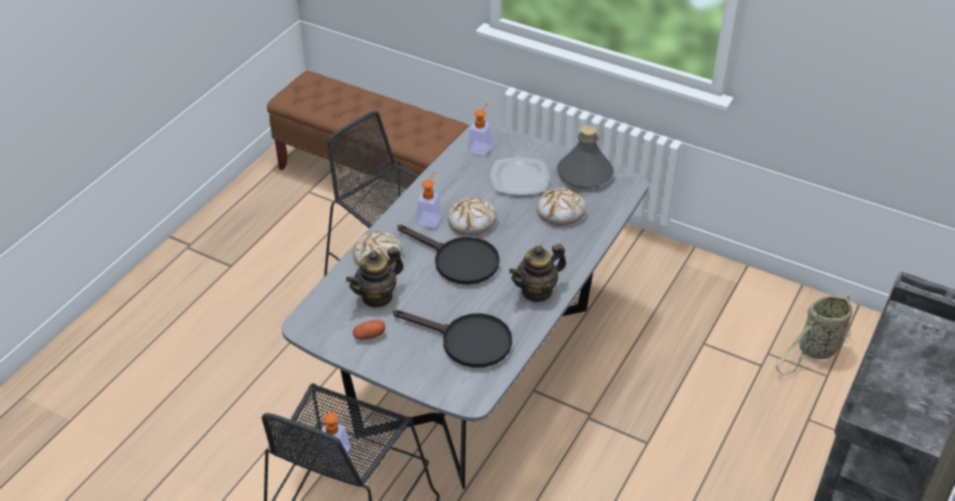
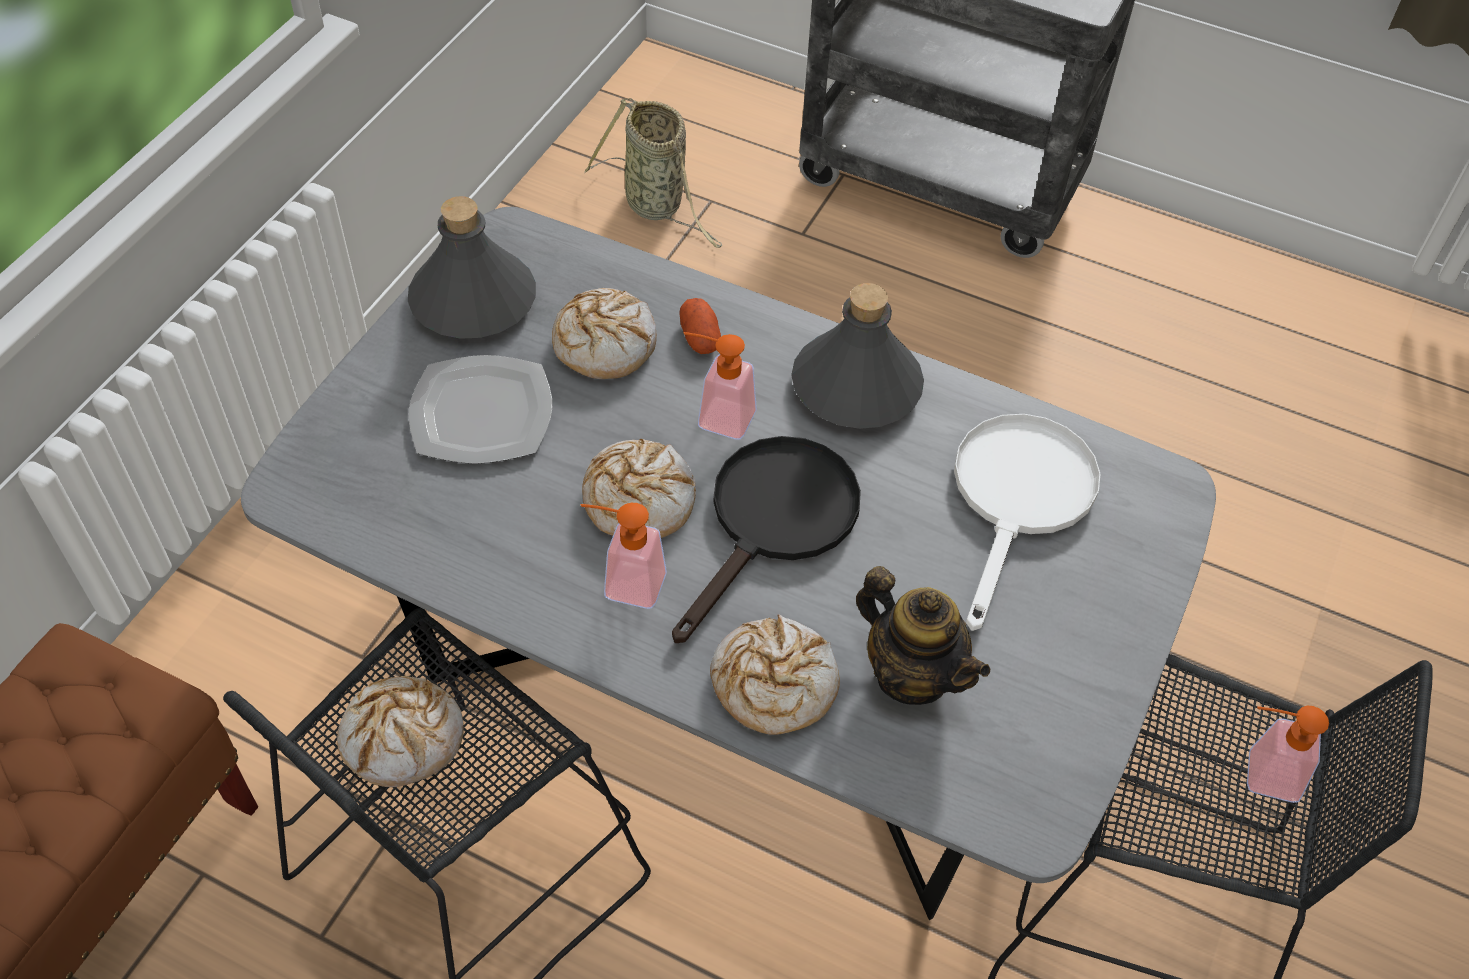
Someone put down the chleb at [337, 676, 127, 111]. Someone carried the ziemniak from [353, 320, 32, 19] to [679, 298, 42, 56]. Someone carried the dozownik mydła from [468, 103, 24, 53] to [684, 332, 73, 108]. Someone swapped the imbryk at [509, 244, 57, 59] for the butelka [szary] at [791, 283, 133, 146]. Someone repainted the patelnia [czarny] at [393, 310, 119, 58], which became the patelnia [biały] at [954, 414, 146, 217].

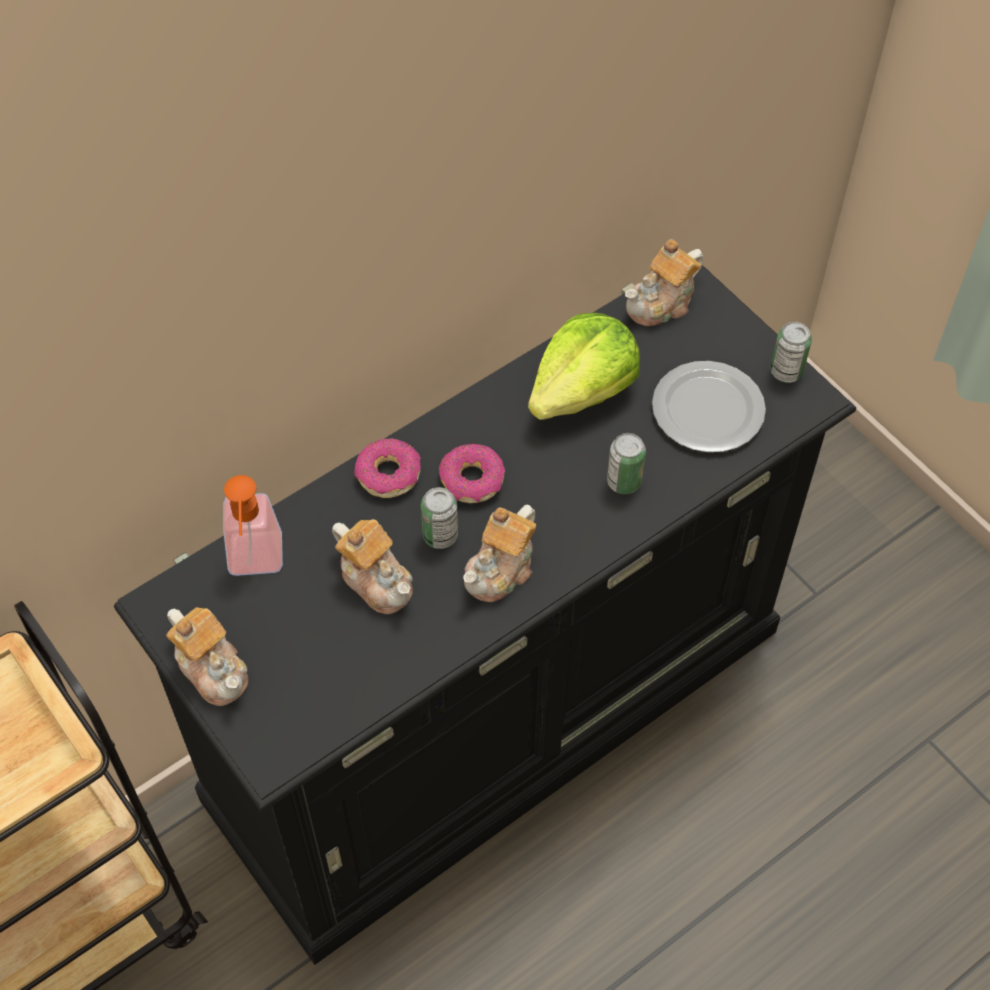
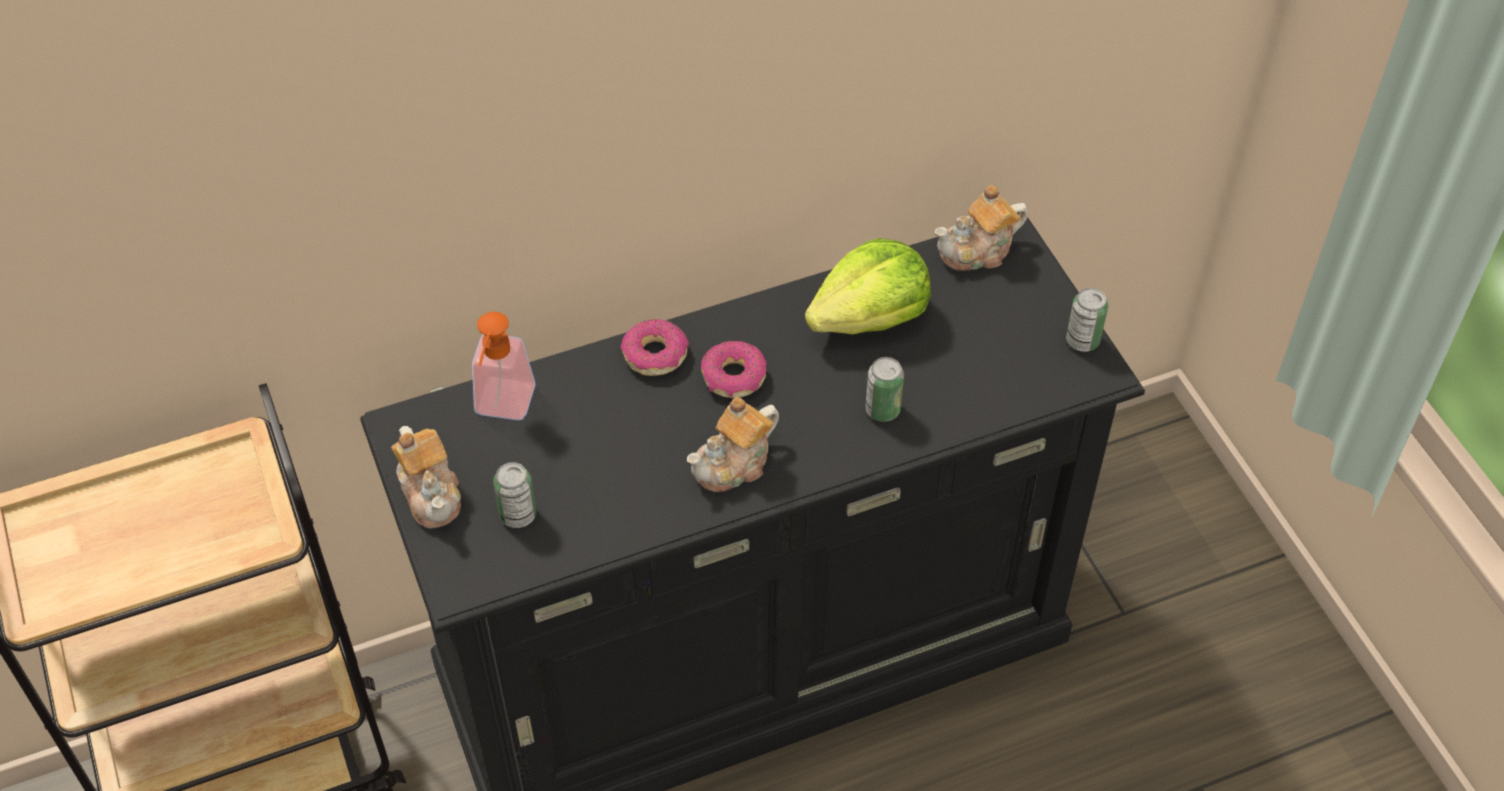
Someone took away the imbryk at [332, 519, 81, 95]. Someone took away the talerz at [652, 361, 114, 92]. Someone carried the puszka from [421, 487, 37, 62] to [493, 462, 43, 66].

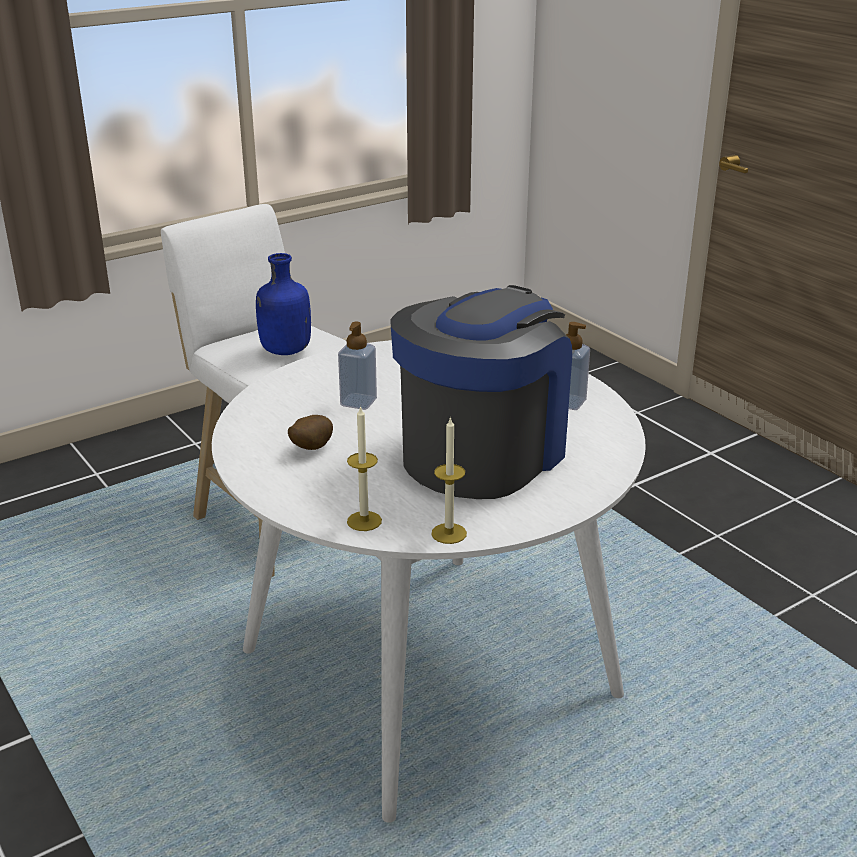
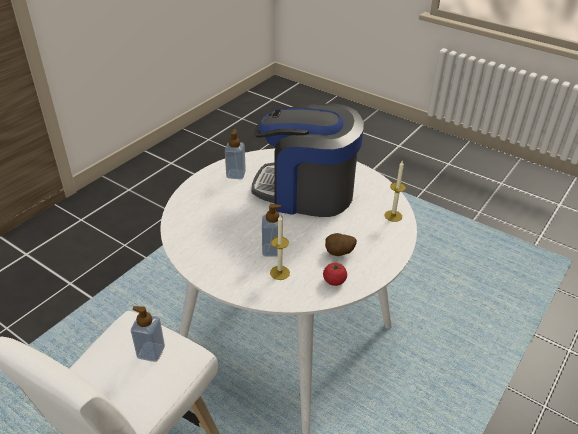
Someone put down the pomidor at [323, 263, 24, 23]. Someone carried the świeca from [431, 416, 36, 128] to [270, 215, 20, 65]. Someone swapped the butelka [niebieski] at [256, 253, 55, 102] for the dozownik mydła at [131, 306, 34, 56].

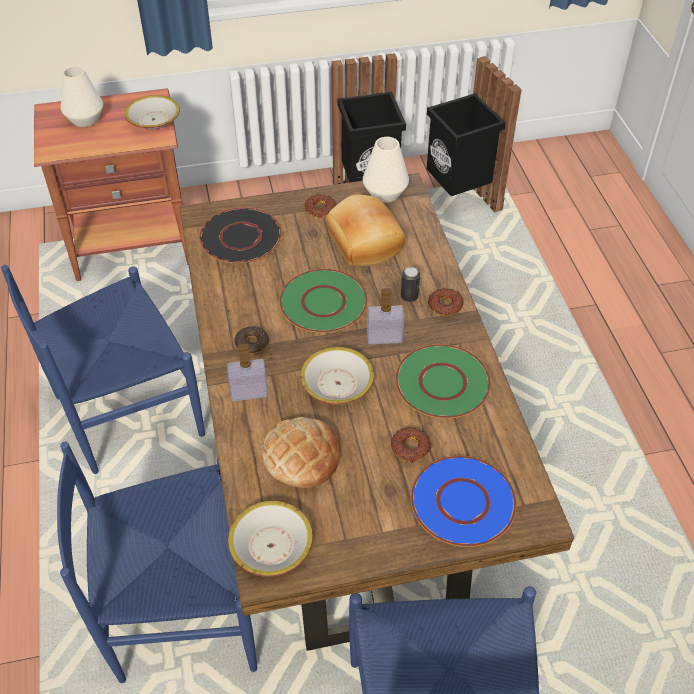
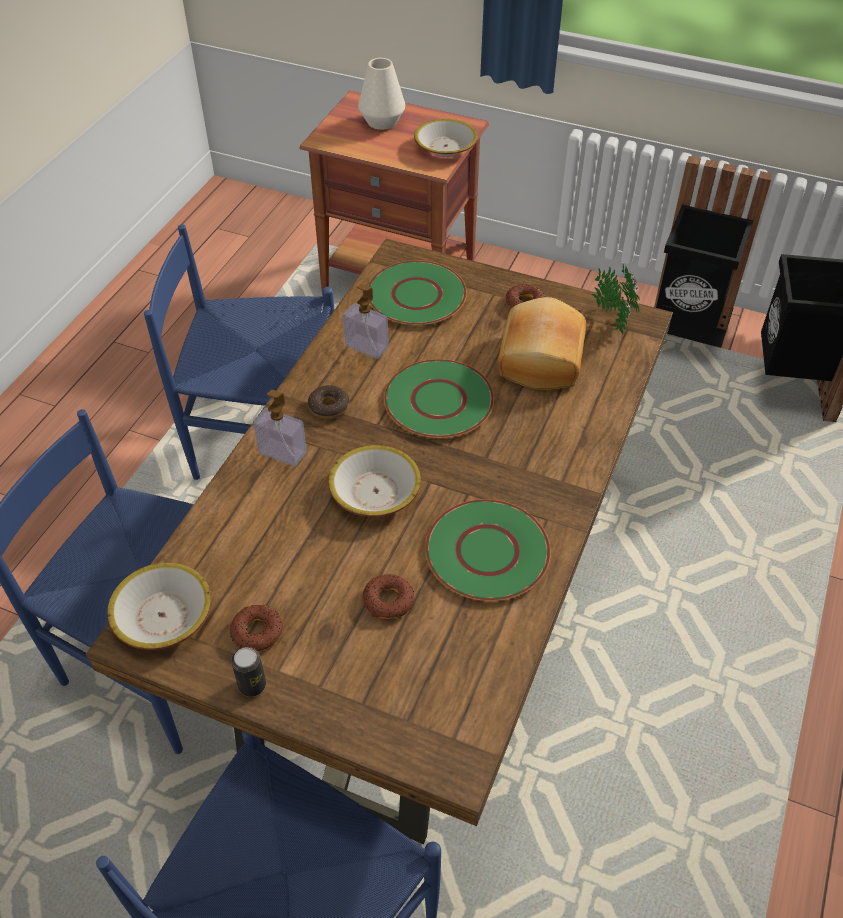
Someone took away the chleb at [262, 417, 79, 71]. Someone took away the talerz [niebieski] at [410, 456, 107, 91]. Someone carried the dozownik mydła from [367, 288, 37, 56] to [343, 284, 46, 75]. Someone carried the puszka from [401, 267, 19, 35] to [231, 647, 35, 50]. Someone carried the donut from [428, 288, 35, 28] to [230, 605, 53, 46]. Someone swapped the wazon [biały] at [363, 137, 46, 66] for the roślina doniczkowa at [591, 263, 49, 72]. Someone repainted the talerz [czarny] at [199, 207, 83, 57], which became the talerz [zielony] at [368, 260, 99, 66].

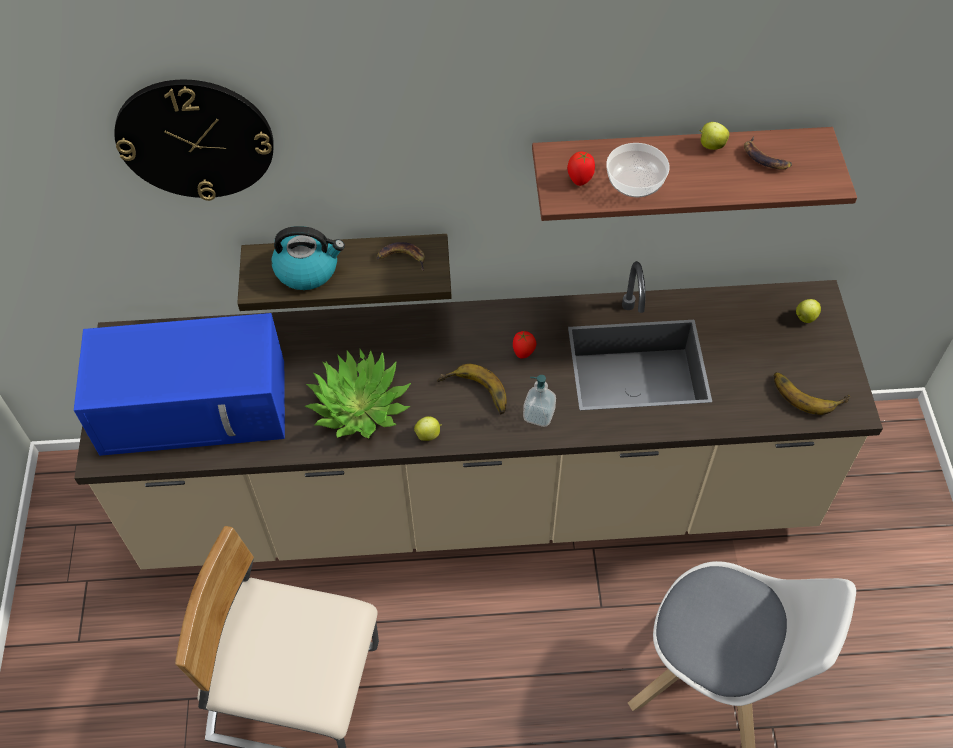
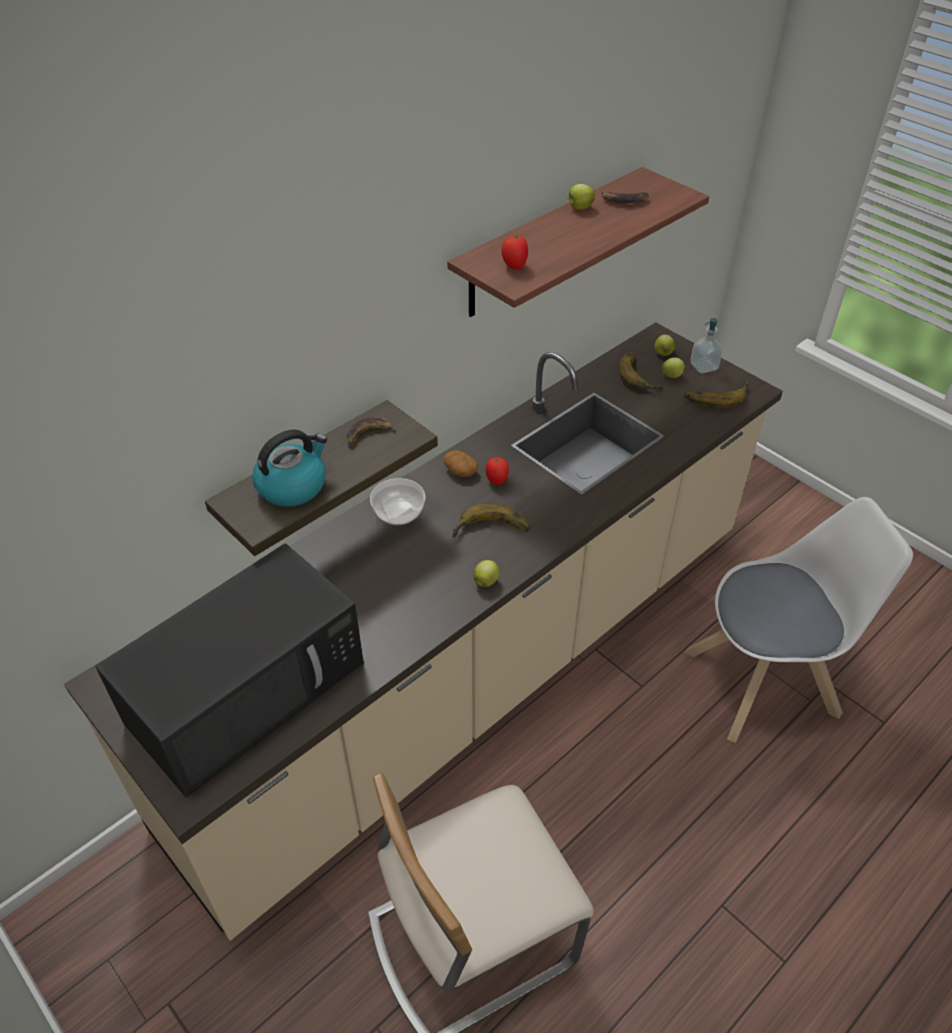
Someone took away the zegar ścienny at [114, 80, 160, 121]. Someone took away the roślina doniczkowa at [304, 349, 107, 89]. Someone put down the ziemniak at [443, 450, 35, 27]. Someone put down the banan at [618, 352, 46, 40]. Someone put down the jabłko at [662, 357, 23, 21]. Someone carried the dozownik mydła from [523, 375, 33, 52] to [690, 318, 32, 55]. Someone carried the miska from [606, 143, 64, 54] to [370, 478, 55, 47]. Someone repainted the mikrofalówka [niebieski] at [74, 313, 211, 143], which became the mikrofalówka [czarny] at [95, 543, 269, 255].

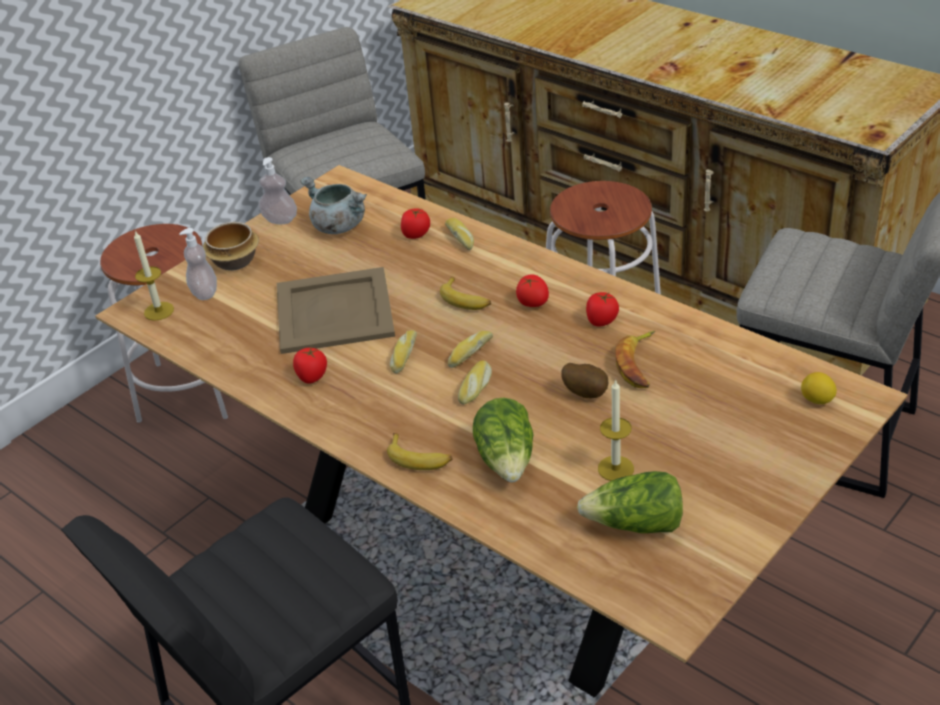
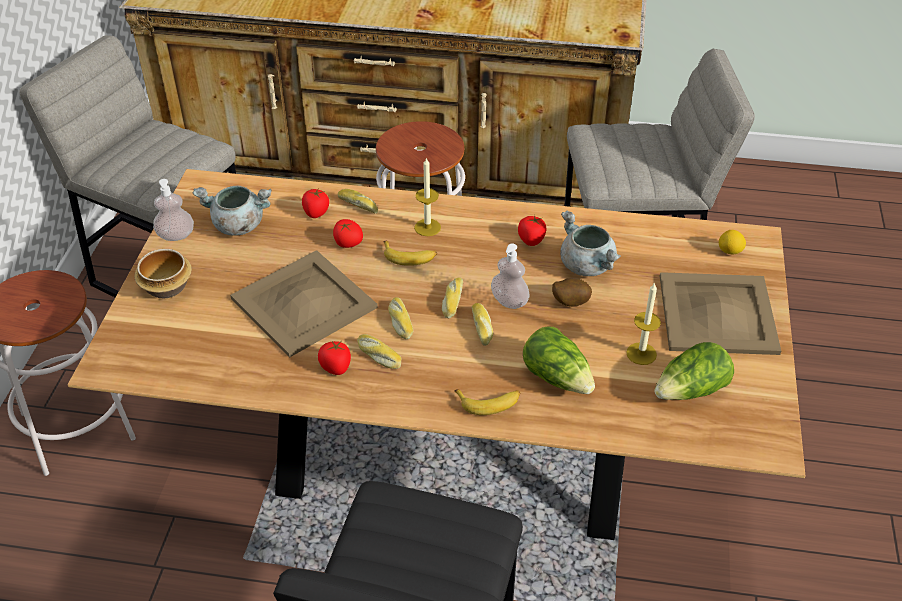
Someone put down the chleb at [357, 334, 45, 35]. Someone put down the taca [beżowy] at [660, 272, 121, 83]. Someone carried the świeca from [134, 230, 40, 91] to [414, 157, 27, 79]. Someone carried the dozownik mydła from [179, 228, 38, 72] to [491, 244, 38, 65]. Someone carried the pomidor from [516, 274, 33, 33] to [333, 219, 30, 29]. Someone swapped the banan at [615, 331, 40, 57] for the garnek [szary] at [560, 211, 61, 65].

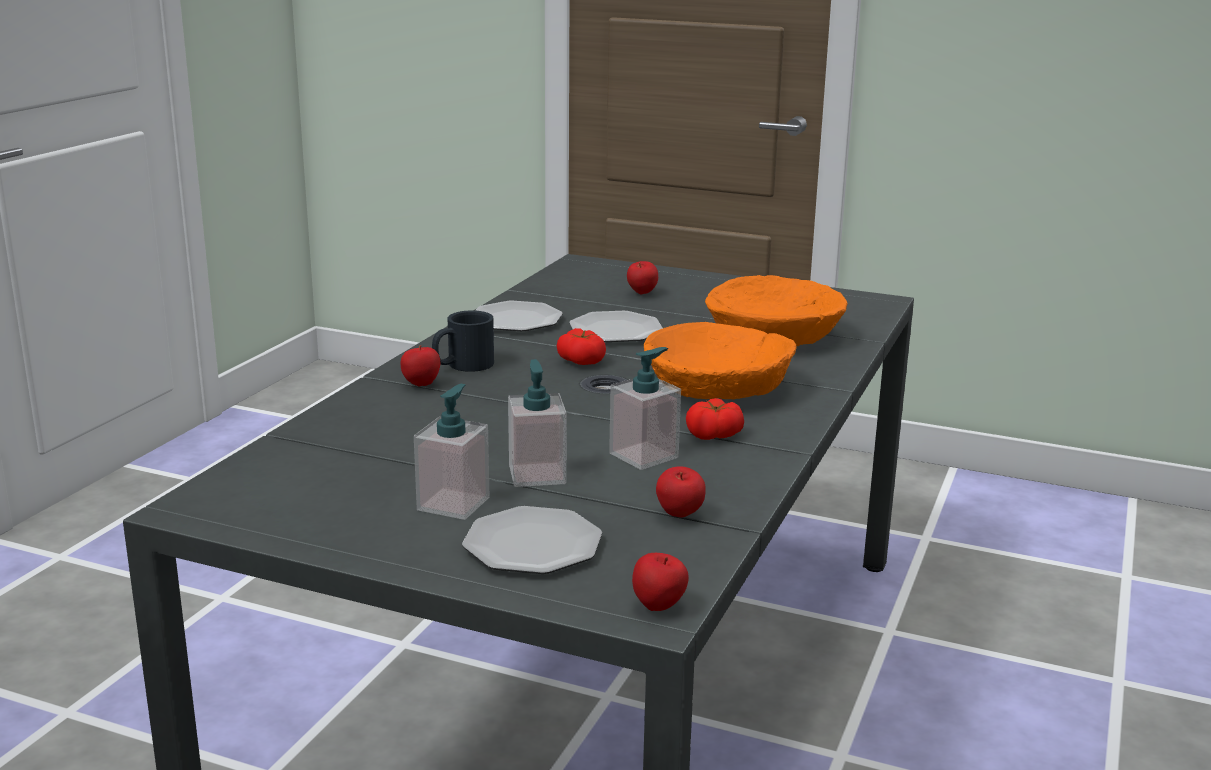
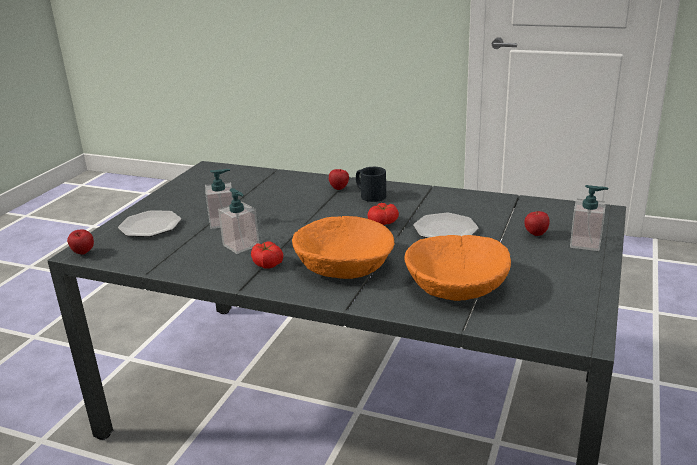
Someone took away the talerz at [475, 301, 88, 30]. Someone took away the jabłko at [656, 466, 50, 52]. Someone carried the dozownik mydła from [414, 384, 75, 136] to [570, 185, 39, 66].

